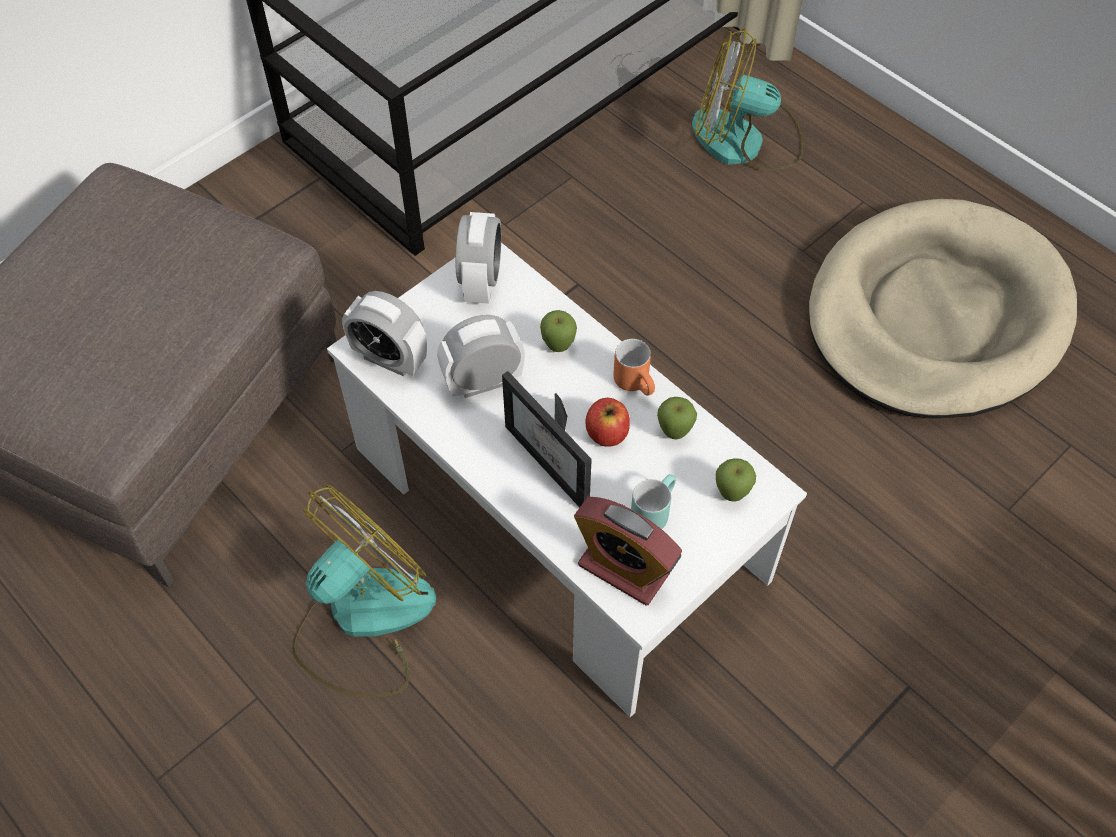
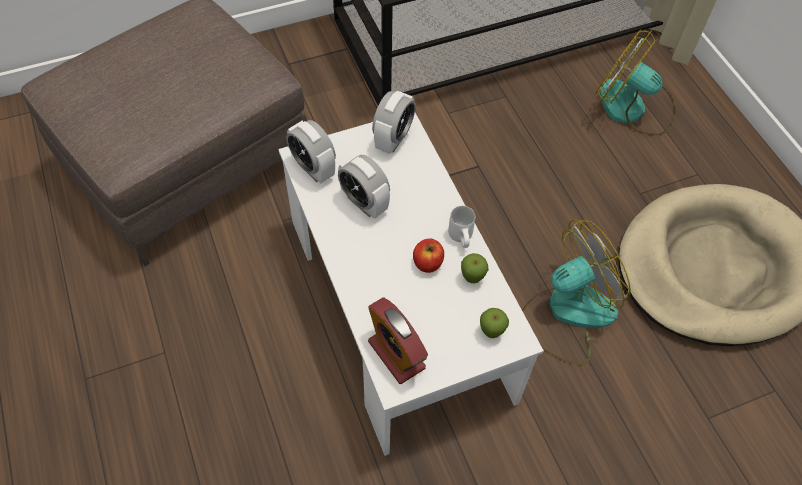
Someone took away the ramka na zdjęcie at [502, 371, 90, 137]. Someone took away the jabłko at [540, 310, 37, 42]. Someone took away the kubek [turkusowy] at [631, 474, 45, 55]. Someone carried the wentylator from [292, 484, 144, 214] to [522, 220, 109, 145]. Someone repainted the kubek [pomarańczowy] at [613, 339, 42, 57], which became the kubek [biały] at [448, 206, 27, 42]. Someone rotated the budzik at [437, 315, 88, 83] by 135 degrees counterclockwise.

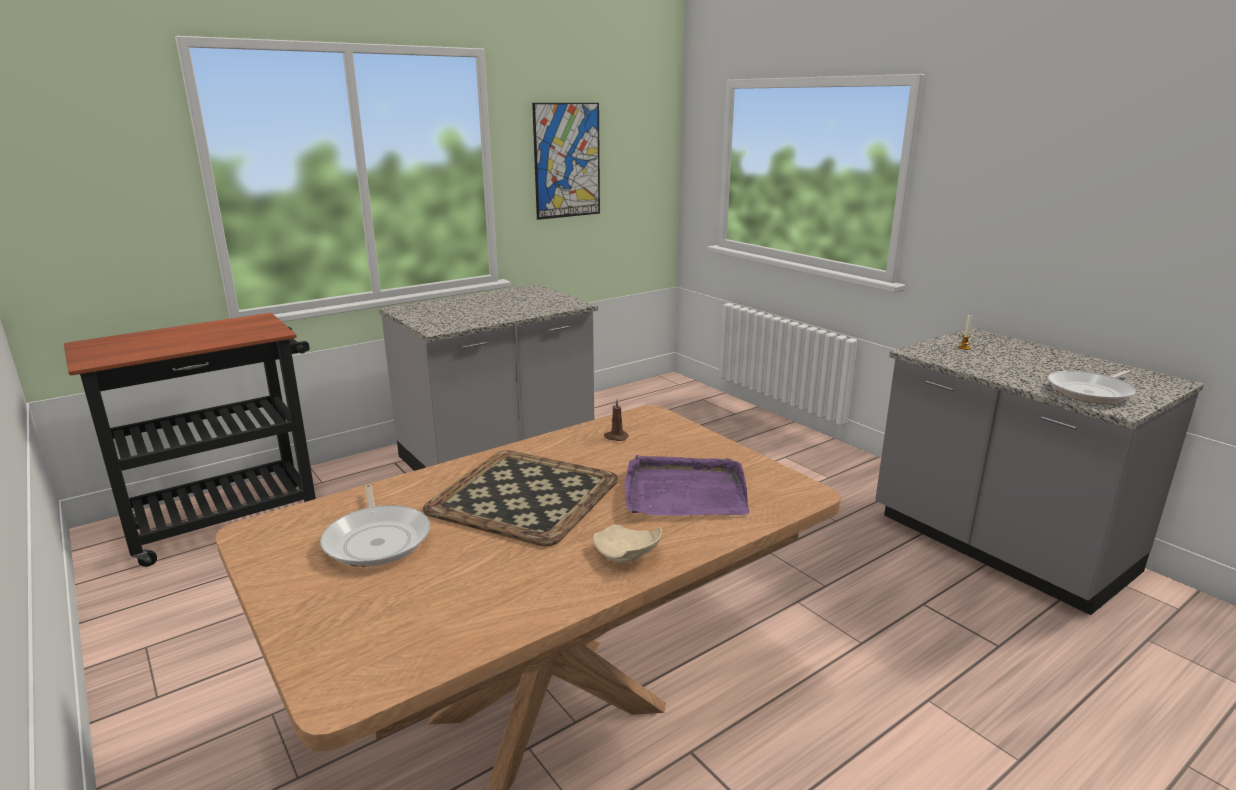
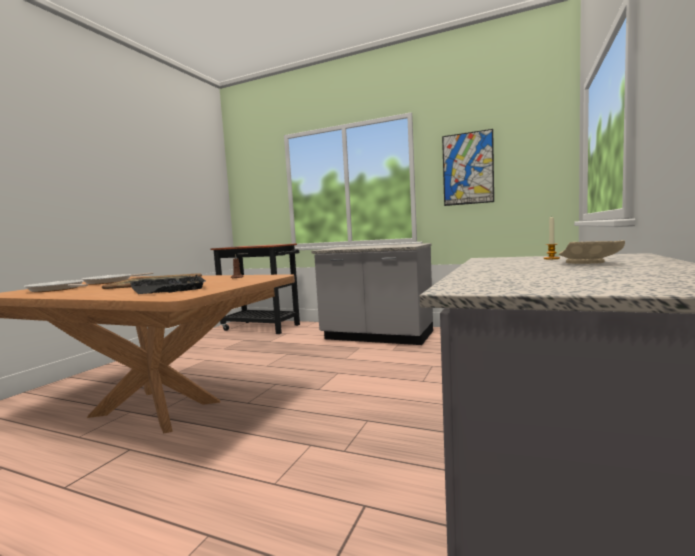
Someone carried the talerz [beżowy] from [593, 525, 69, 38] to [559, 240, 66, 24]. Someone carried the patelnia from [1048, 370, 88, 34] to [24, 280, 64, 12]. Someone repainted the taca [fioletowy] at [624, 455, 125, 61], which became the taca [czarny] at [130, 275, 77, 19].

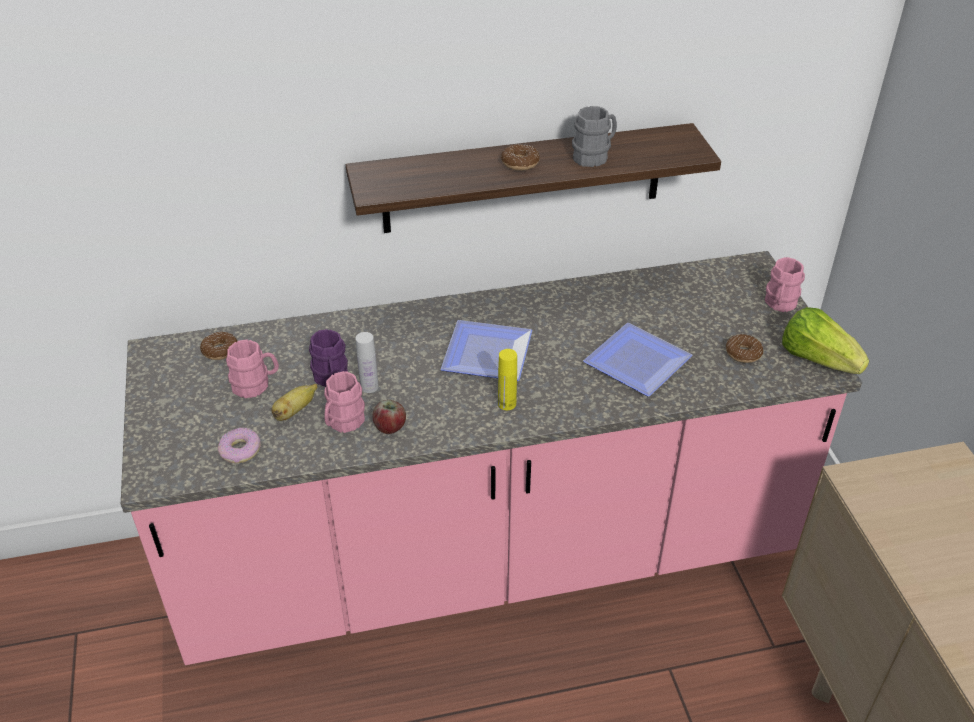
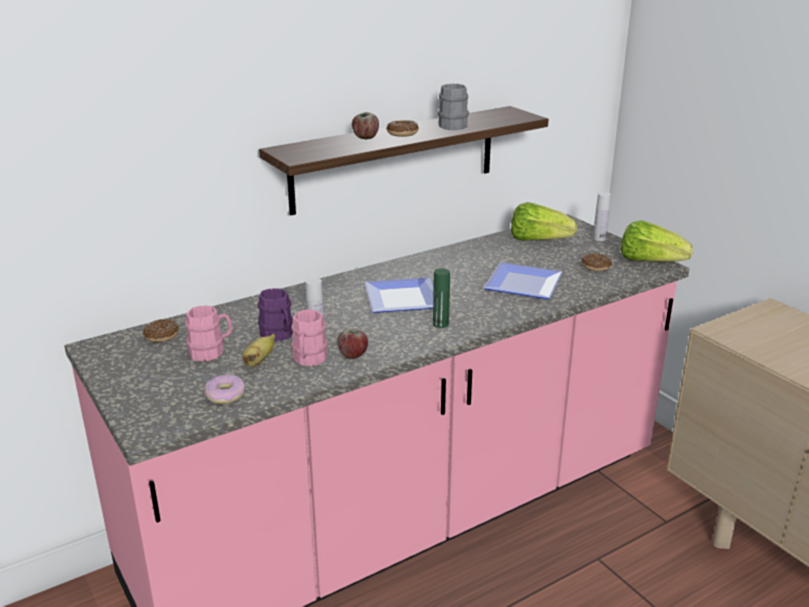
Someone put down the jabłko at [352, 112, 27, 27]. Someone put down the sałata at [511, 202, 66, 39]. Someone swapped the kubek [różowy] at [765, 257, 40, 55] for the butelka [biały] at [593, 192, 18, 49]. Someone repainted the butelka [żółty] at [498, 349, 19, 61], which became the butelka [zielony] at [433, 268, 17, 60].

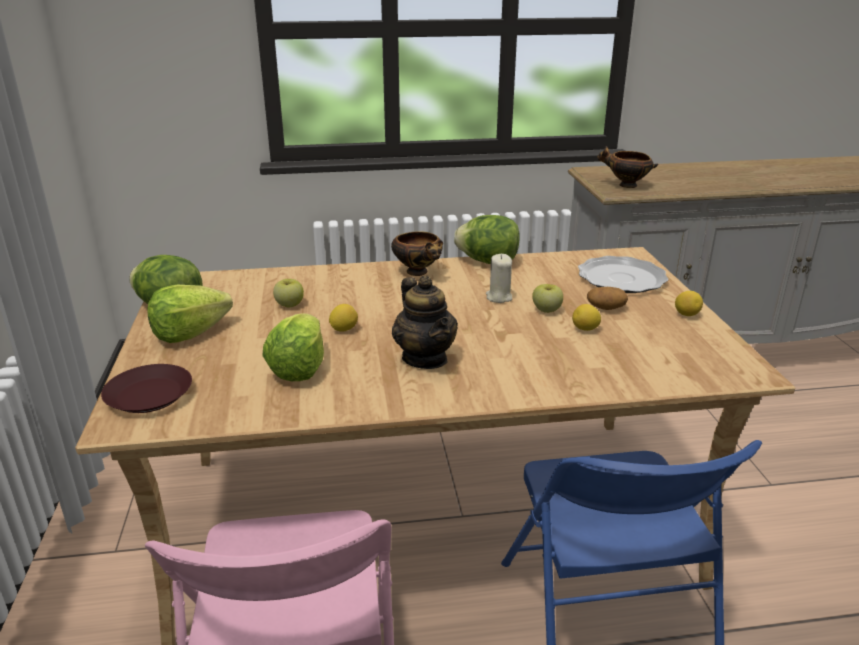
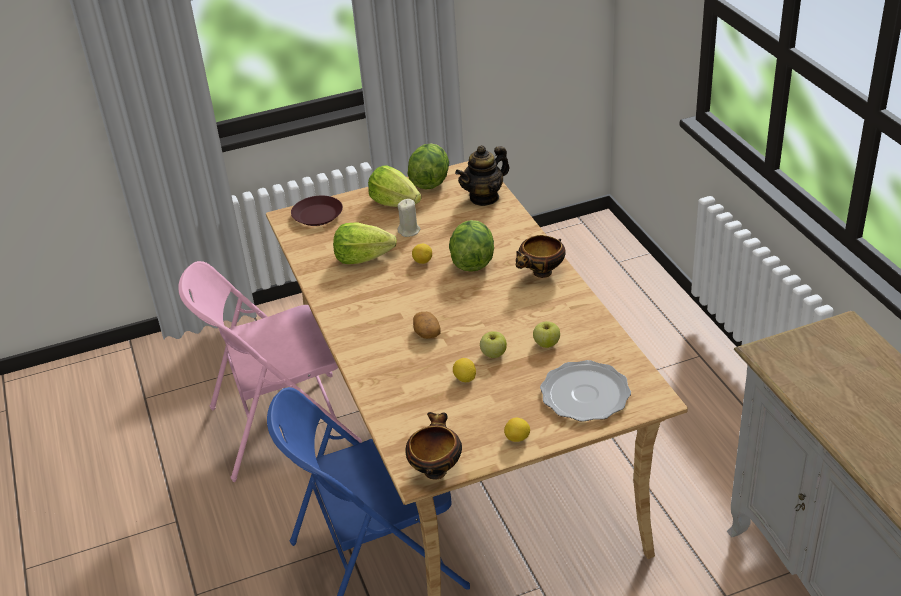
Someone carried the jabłko from [273, 279, 31, 29] to [533, 321, 27, 27]. Someone carried the imbryk from [392, 275, 66, 94] to [455, 145, 55, 61]. Someone carried the sałata from [454, 215, 66, 49] to [449, 220, 45, 52]. Someone carried the świeca [beżowy] from [486, 254, 26, 49] to [398, 199, 23, 38]. Someone carried the ziemniak from [587, 287, 41, 23] to [413, 312, 28, 27]. Someone carried the miska from [597, 146, 61, 42] to [405, 412, 57, 68].

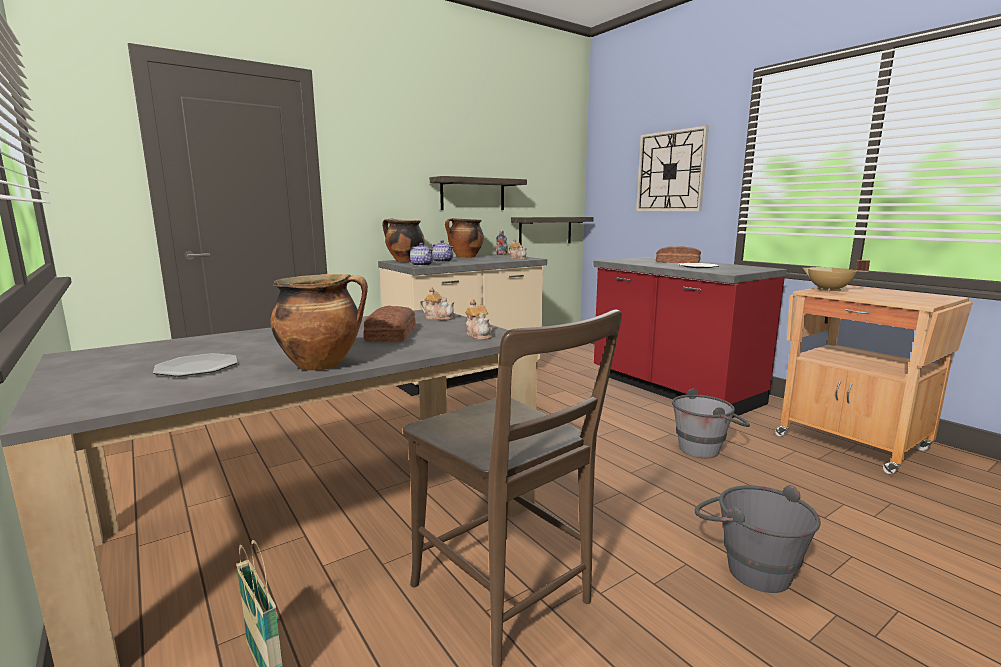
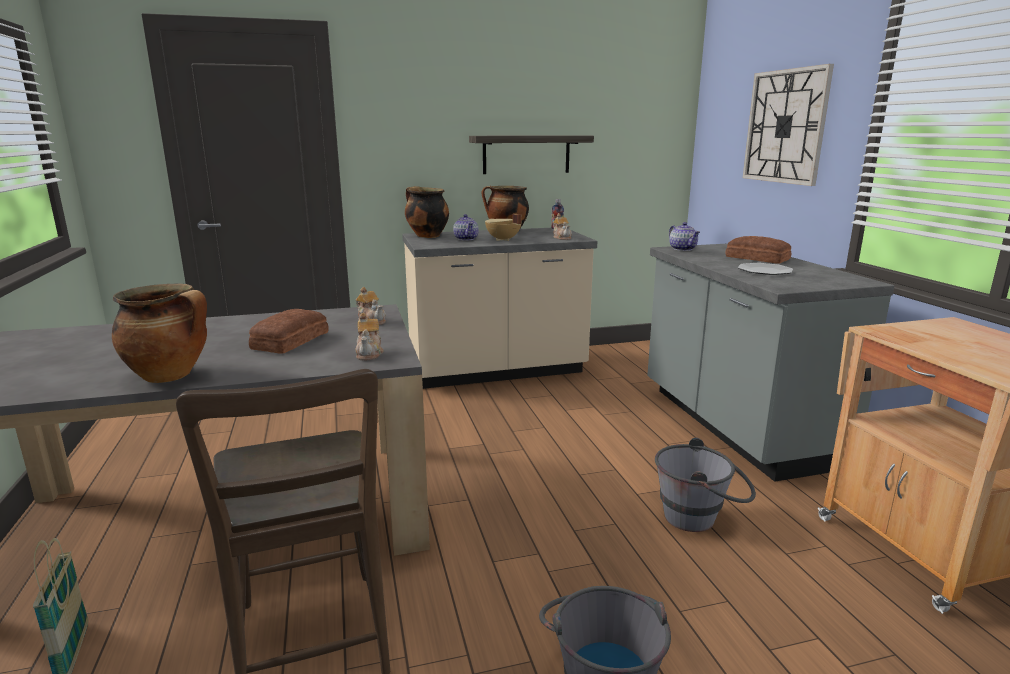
Someone took away the talerz at [153, 353, 85, 23]. Someone took away the półka at [511, 217, 83, 27]. Someone carried the imbryk from [410, 243, 23, 23] to [669, 222, 31, 29]. Someone carried the garnek [beżowy] from [802, 260, 68, 32] to [485, 214, 37, 27]. Someone repainted the zabudowa kuchenna [czerwony] at [593, 257, 194, 161], which became the zabudowa kuchenna [szary] at [647, 244, 247, 238].

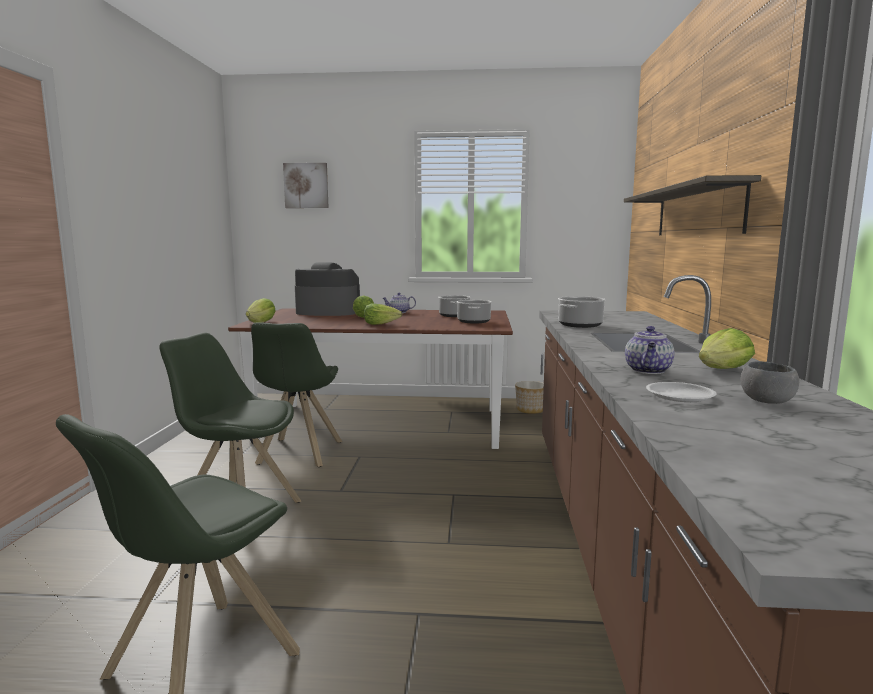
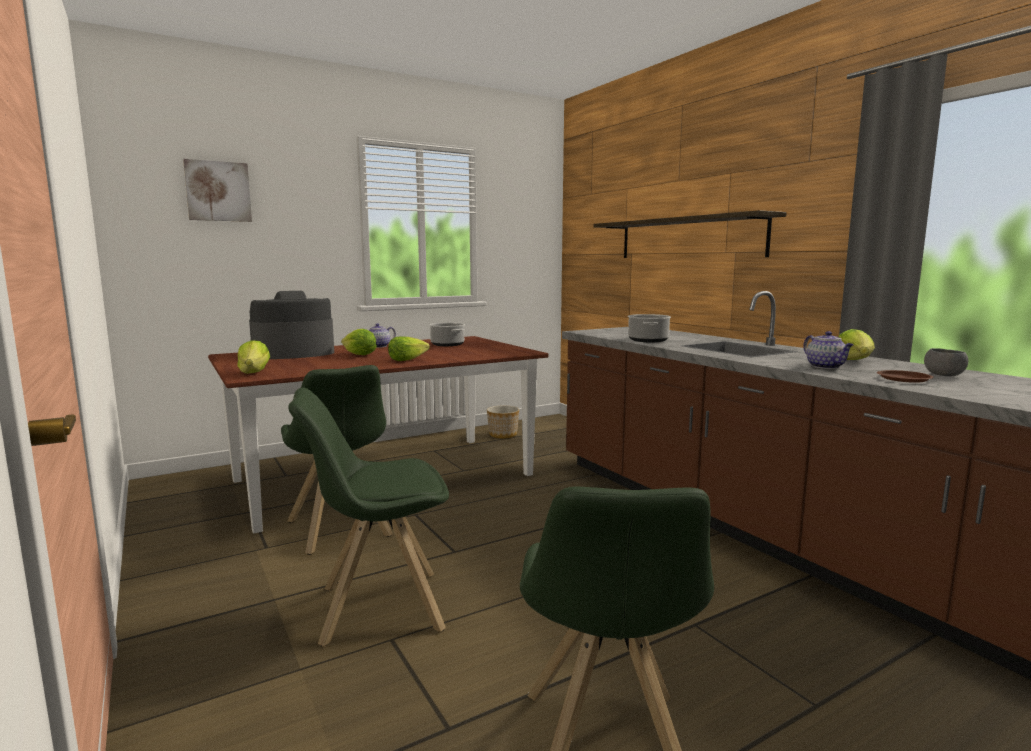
Someone took away the garnek at [457, 300, 35, 23]. Someone repainted the talerz [biały] at [646, 382, 71, 20], which became the talerz [brązowy] at [877, 370, 57, 13].

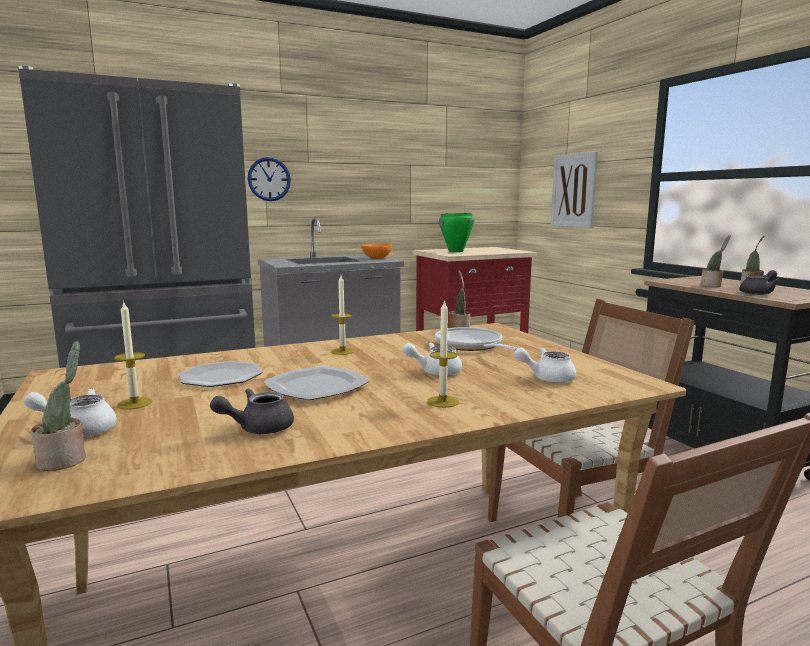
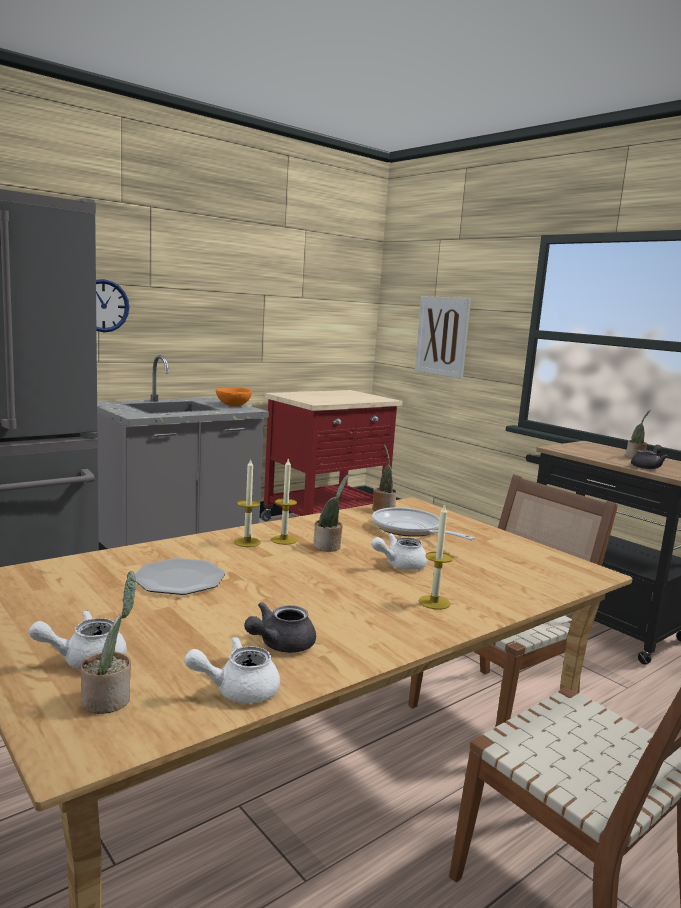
Someone took away the talerz at [263, 366, 107, 34]. Someone took away the garnek [zielony] at [439, 213, 35, 39]. Someone carried the świeca from [114, 300, 38, 110] to [234, 458, 27, 89]. Someone carried the imbryk [biały] from [514, 347, 62, 36] to [184, 636, 96, 67]. Someone carried the roślina doniczkowa from [701, 235, 30, 52] to [313, 475, 35, 77].

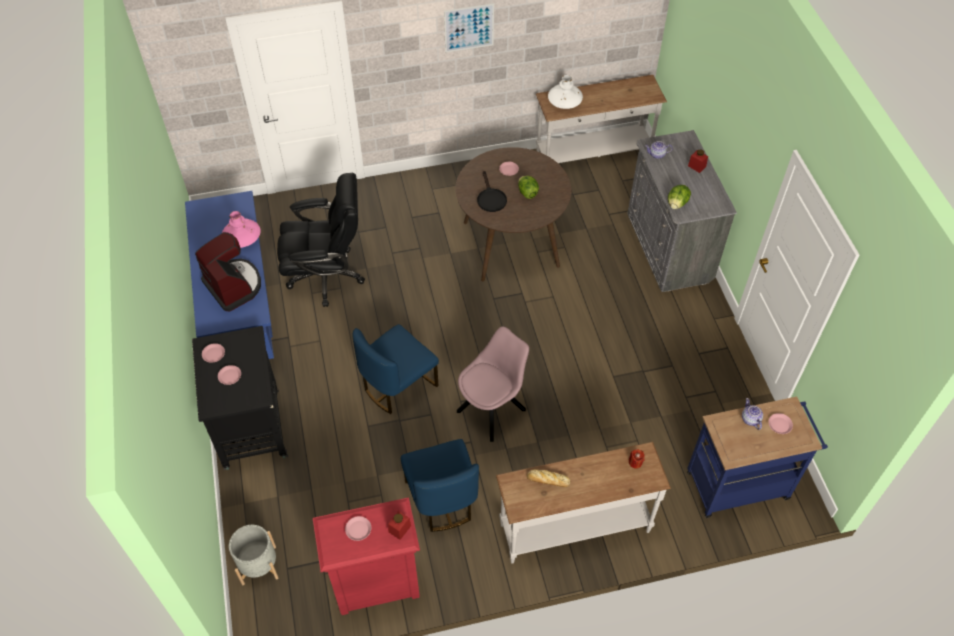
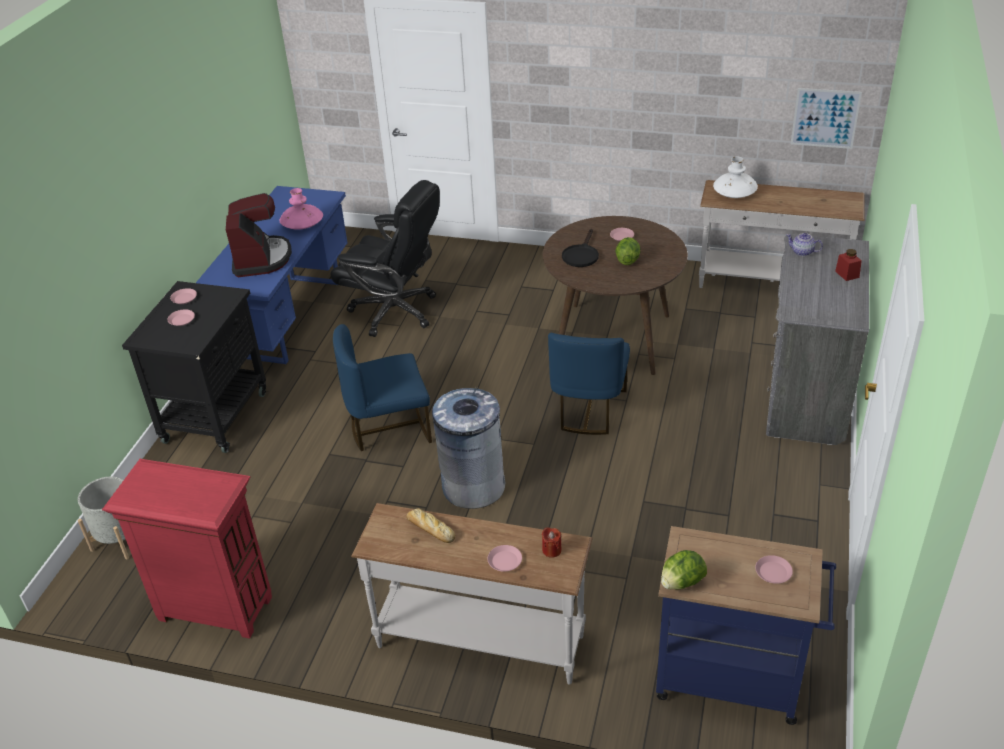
Someone took away the słoik [czerwony] at [388, 511, 23, 29]. Someone took away the imbryk at [742, 398, 21, 32]. Someone carried the talerz [różowy] from [345, 516, 26, 25] to [487, 545, 35, 27]. Someone carried the krzesło [niebieski] from [401, 439, 78, 93] to [548, 333, 82, 102]. Someone carried the obraz from [444, 3, 50, 50] to [791, 88, 71, 61]. Someone carried the sałata from [668, 185, 23, 25] to [661, 550, 46, 40]. Someone swapped the krzesło [różowy] at [457, 326, 72, 116] for the kosz na śmieci [szary] at [432, 388, 73, 121].

